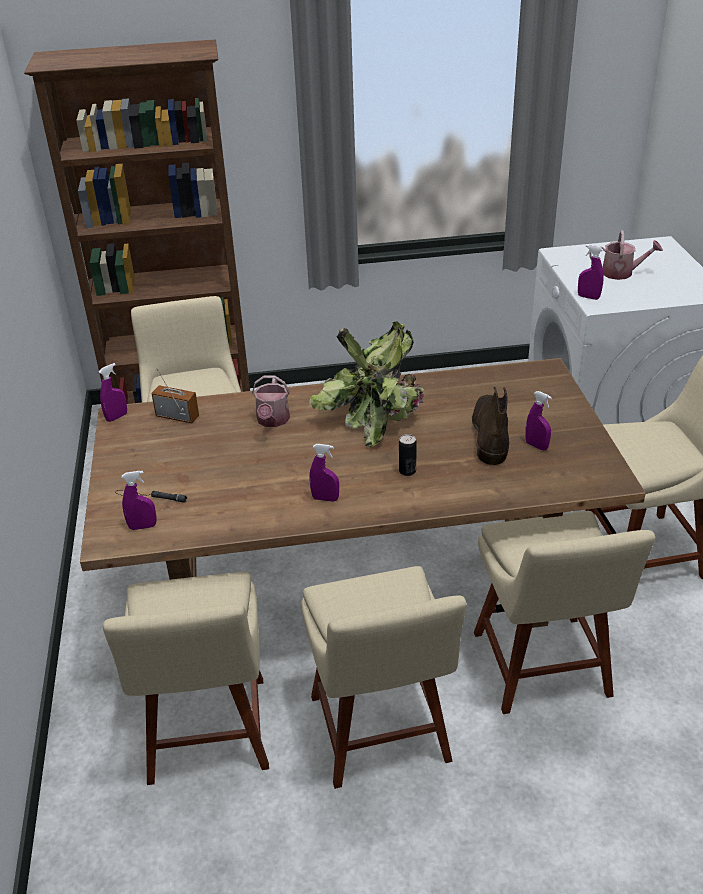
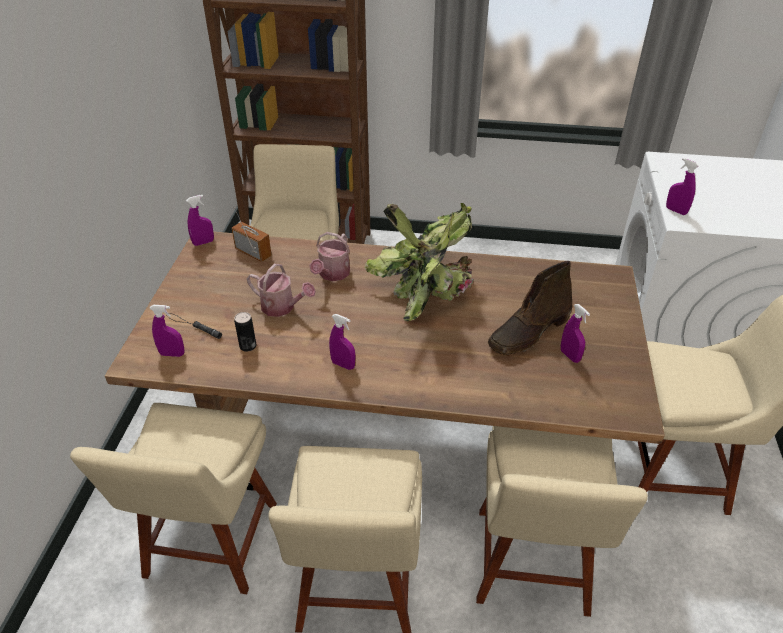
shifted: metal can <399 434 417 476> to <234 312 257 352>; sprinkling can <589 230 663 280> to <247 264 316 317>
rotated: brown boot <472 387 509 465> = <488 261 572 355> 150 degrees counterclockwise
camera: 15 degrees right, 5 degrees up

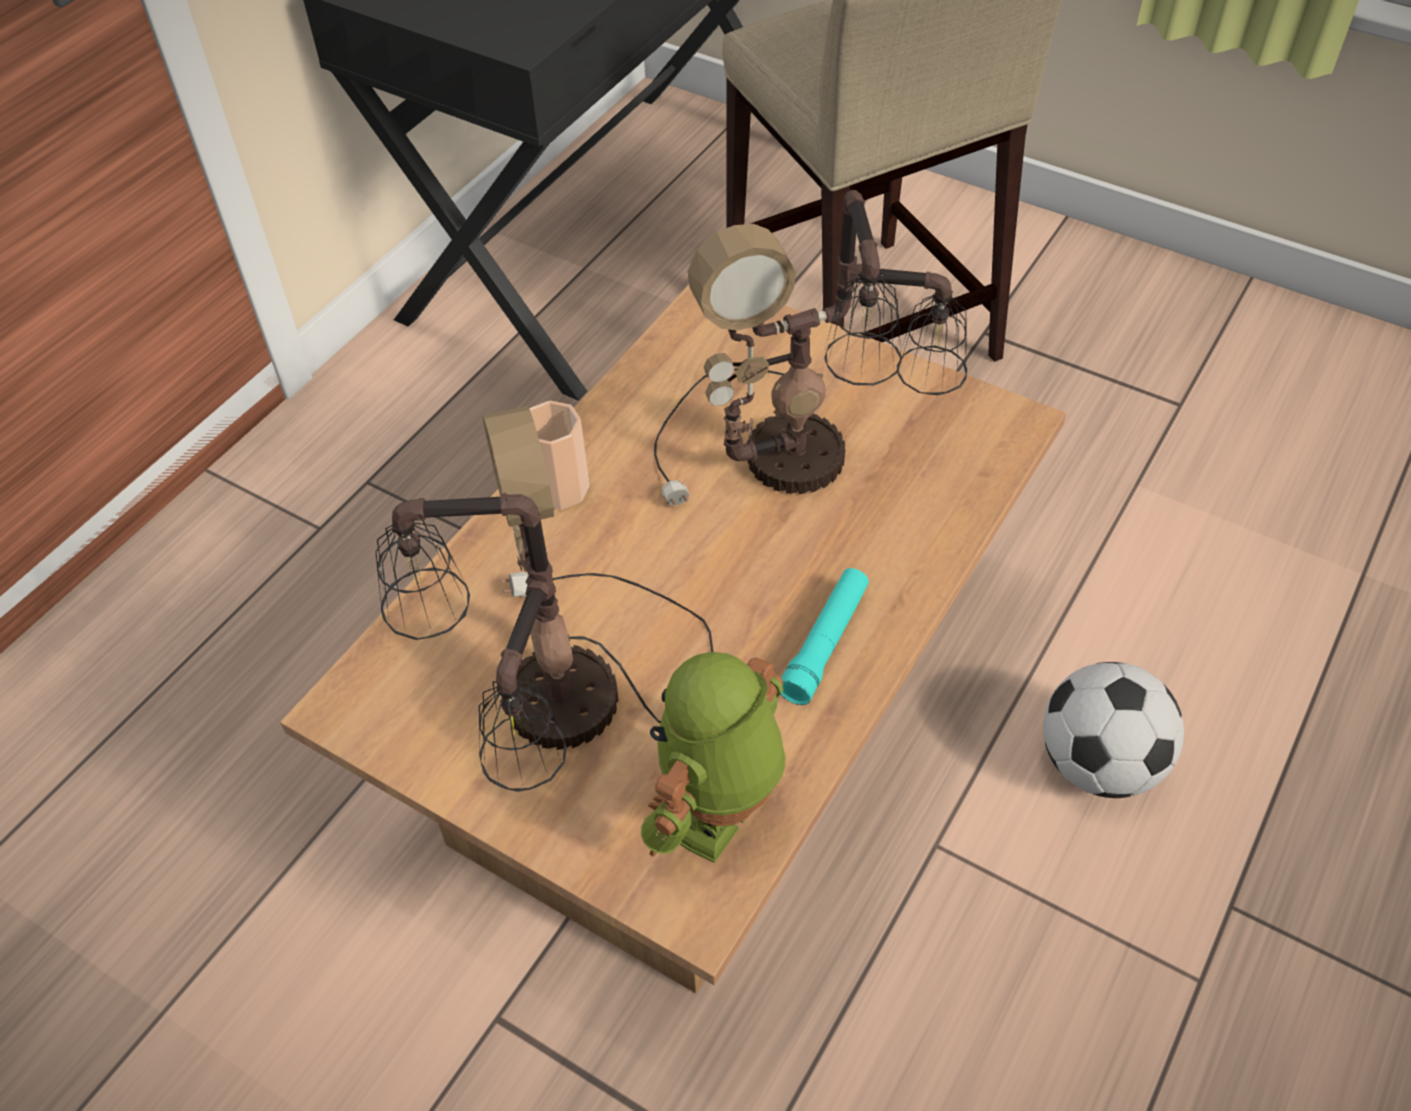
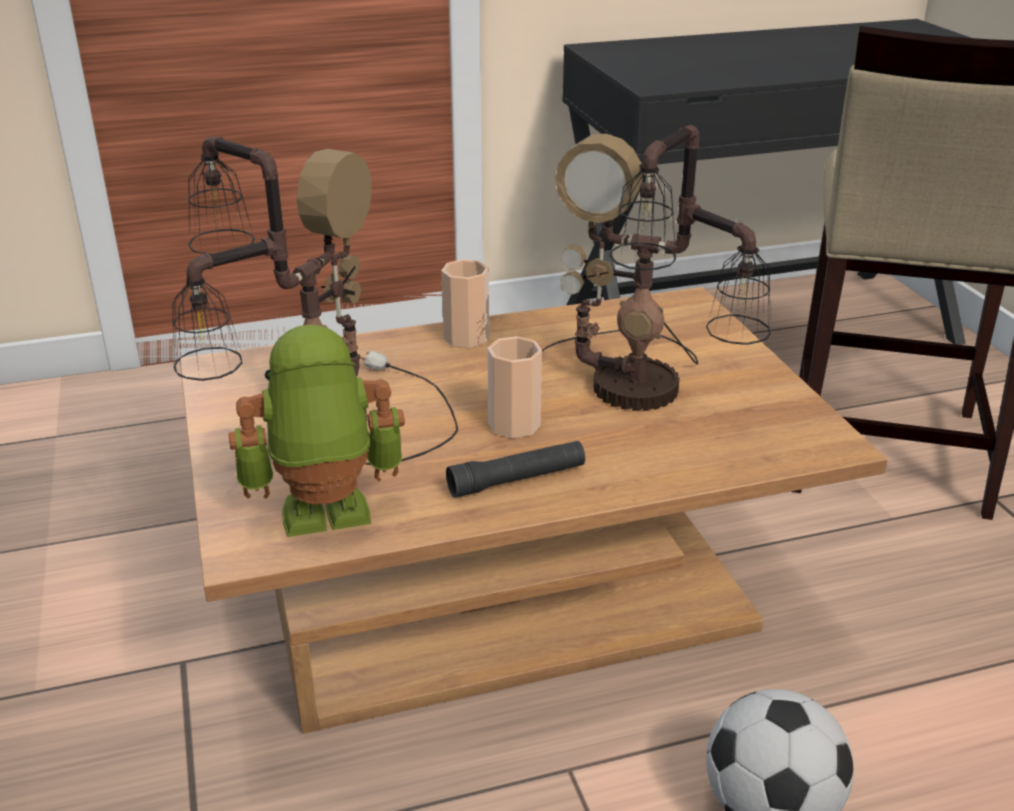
new: cup <488 336 542 438>
repainted: blue-green torch <780 568 869 705> to black torch <446 441 585 498>
camera: 40 degrees right, 20 degrees down

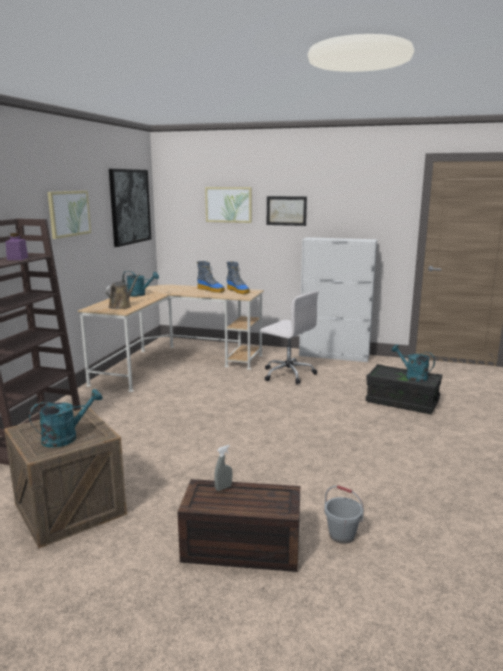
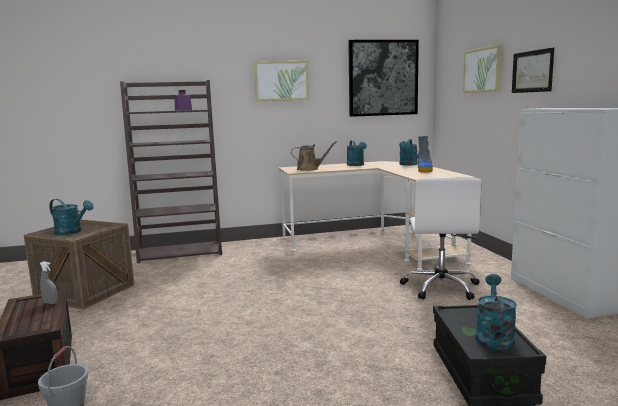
gone: boot <226 261 250 294>
new: blue-green sprinkling can <399 139 418 166>
camera: 60 degrees right, 5 degrees down

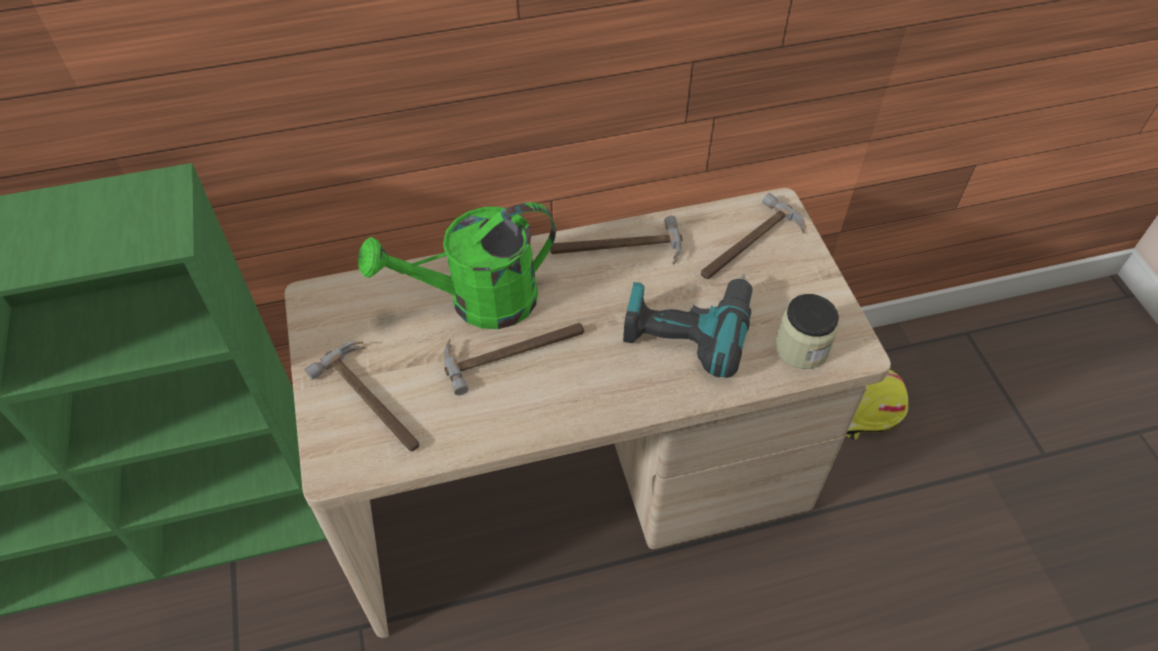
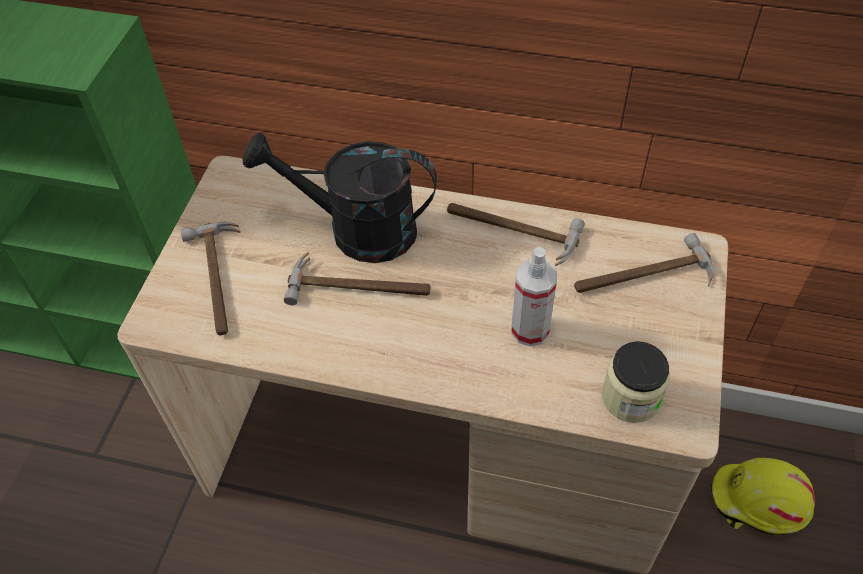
swapped: drill <623 274 753 378> to hand sprayer <511 247 557 346>
repainted: greenish sprinkling can <358 202 556 329> to black sprinkling can <242 133 437 263>
camera: 30 degrees right, 0 degrees up

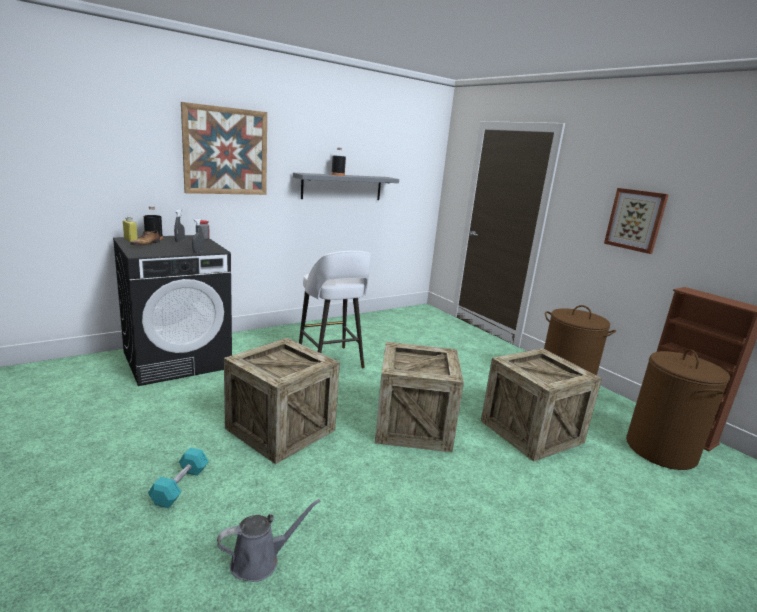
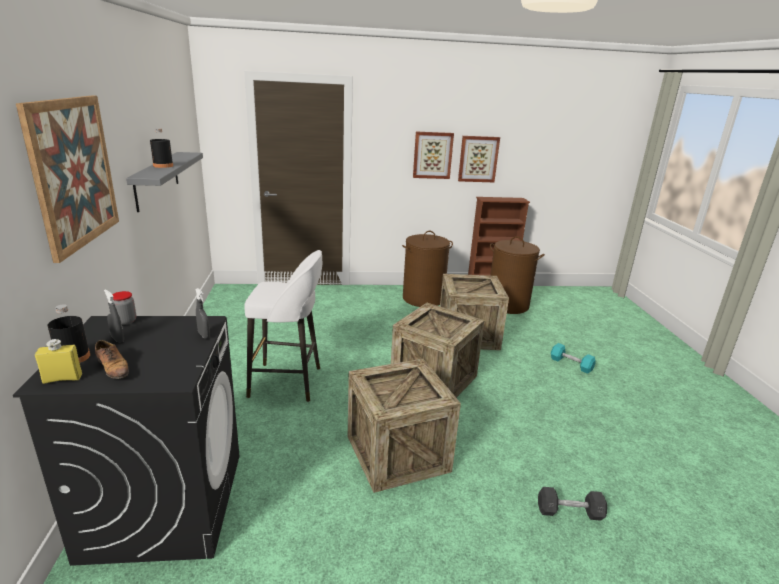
new: wall art <458 136 500 182>
shifted: blue-green hand weight <148 447 209 508> to <551 343 595 374>
swapped: gray sprinkling can <217 499 321 582> to gray hand weight <538 487 607 521>
camera: 60 degrees left, 5 degrees up

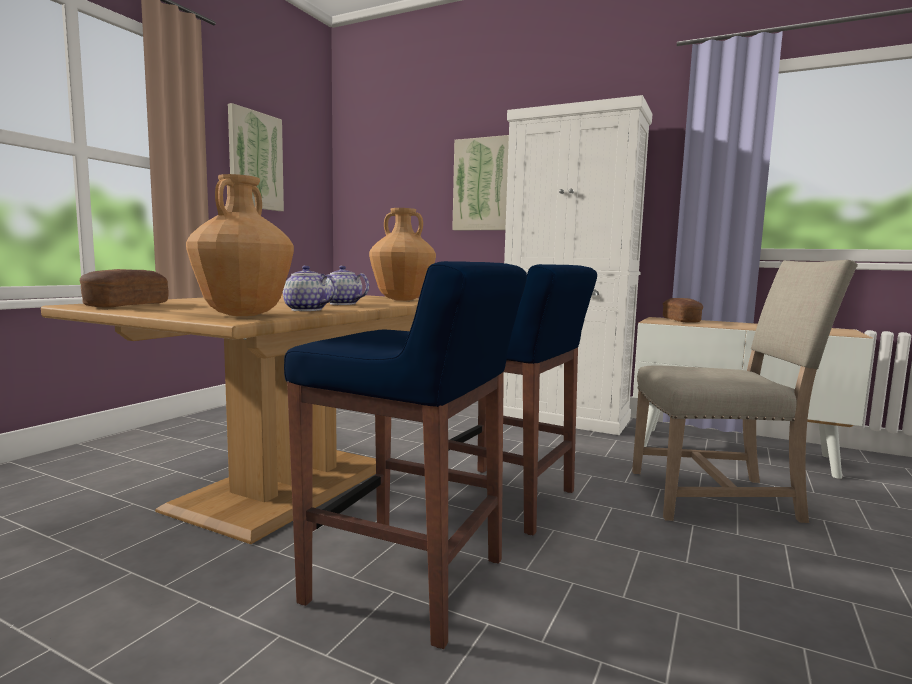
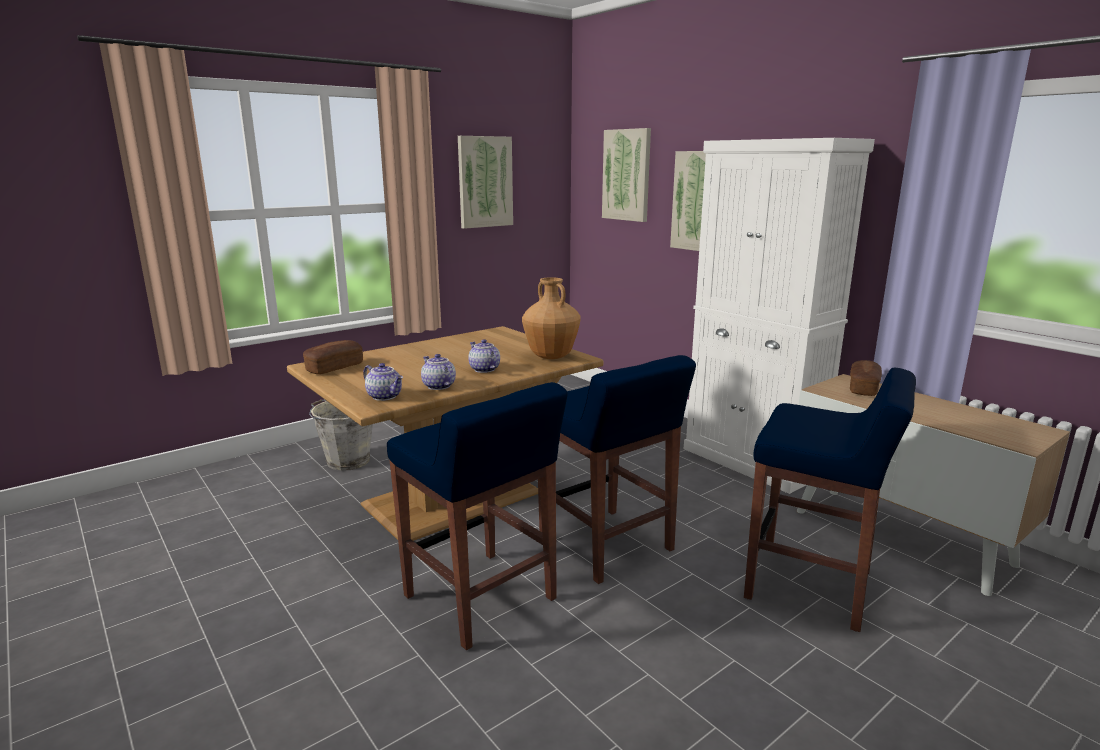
new: gray bucket <309 399 373 471>; wall art <602 128 651 222>
swapped: brown flower vase <186 174 294 316> to pot for tea <363 363 403 401>; sand-coloured plain chair <632 260 858 523> to blue stool seat <744 368 916 632>
camera: 25 degrees right, 10 degrees up

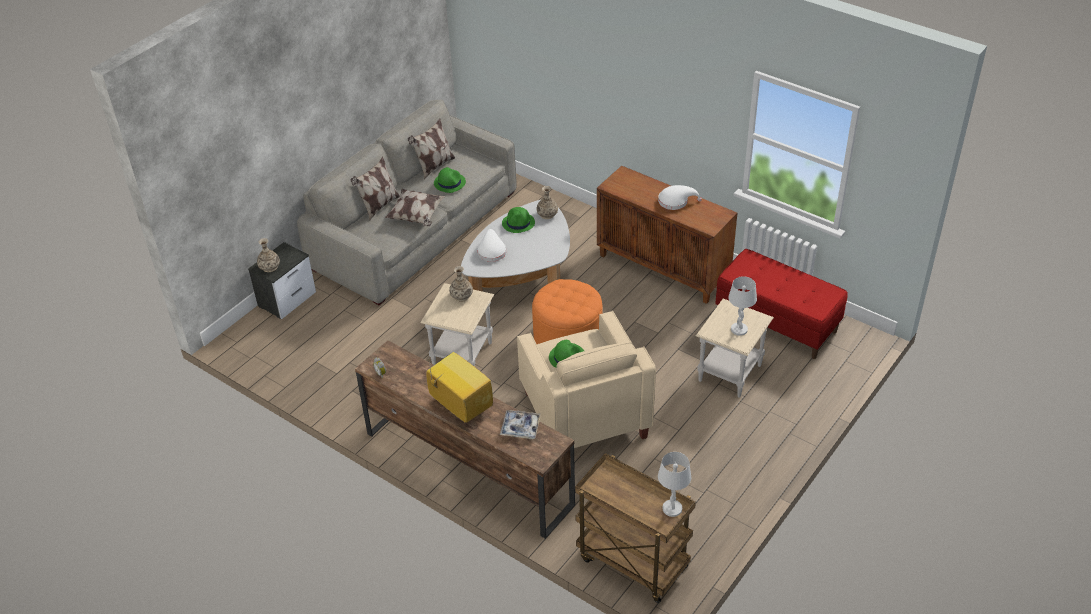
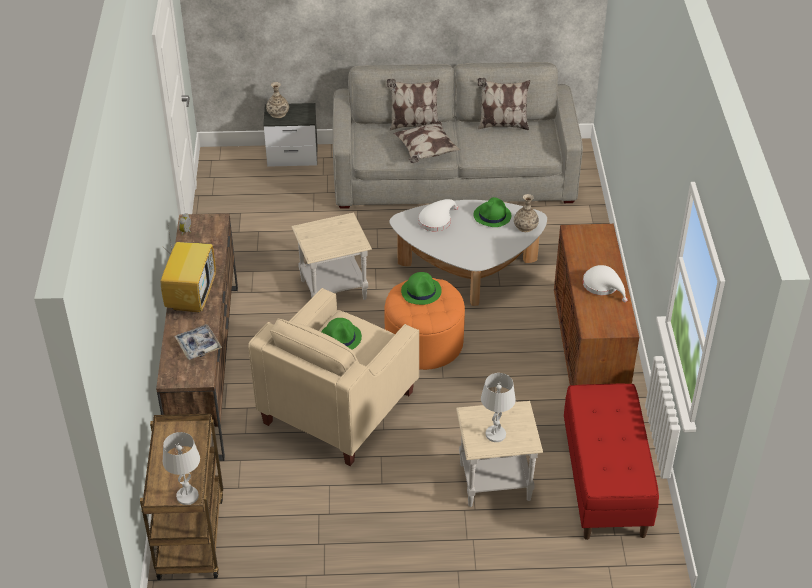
gone: flower vase <449 266 473 301>
shifted: greenish clothing hat <434 167 466 193> to <401 272 442 305>
camera: 50 degrees right, 0 degrees up

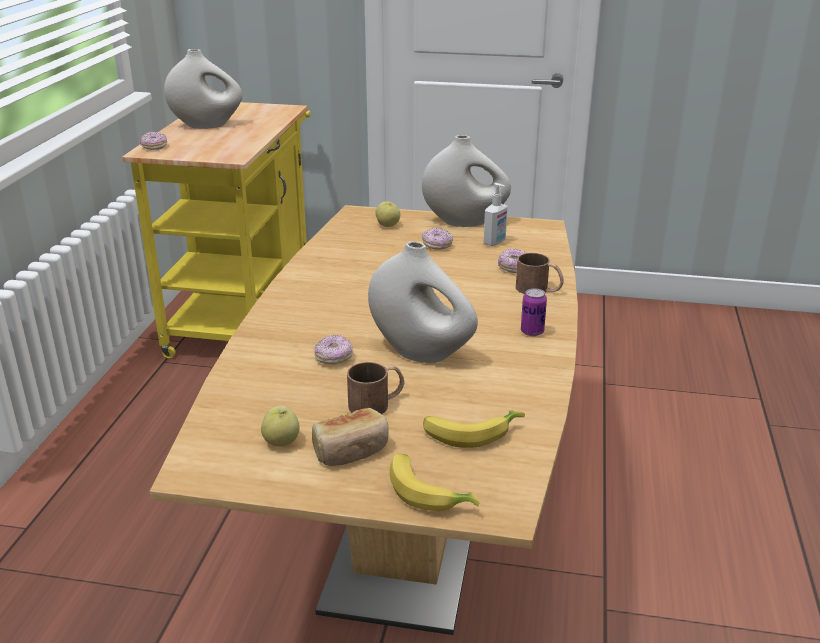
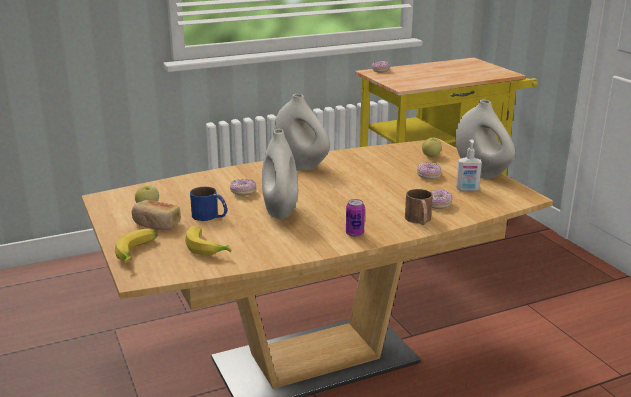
shifted: whitish flower vase <164 49 242 129> to <274 94 330 170>
repainted: brown coffee mug <347 362 404 414> to blue coffee mug <190 187 227 221>
camera: 55 degrees right, 5 degrees down

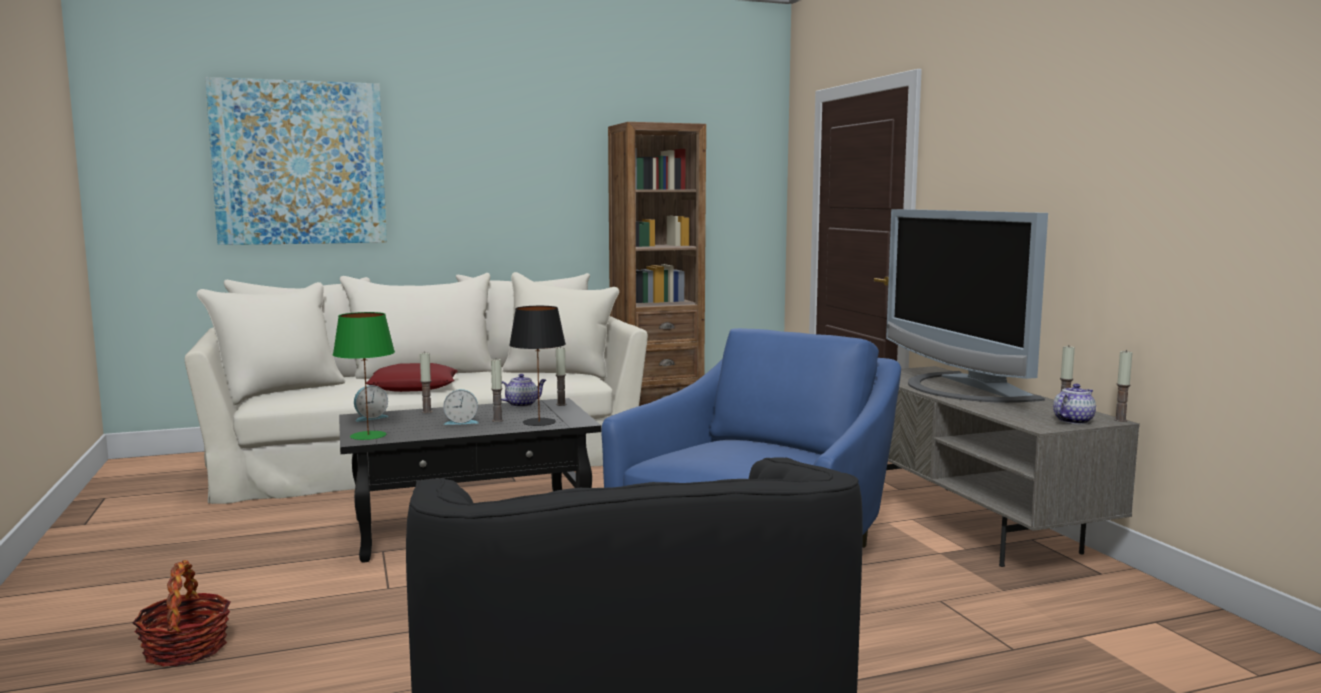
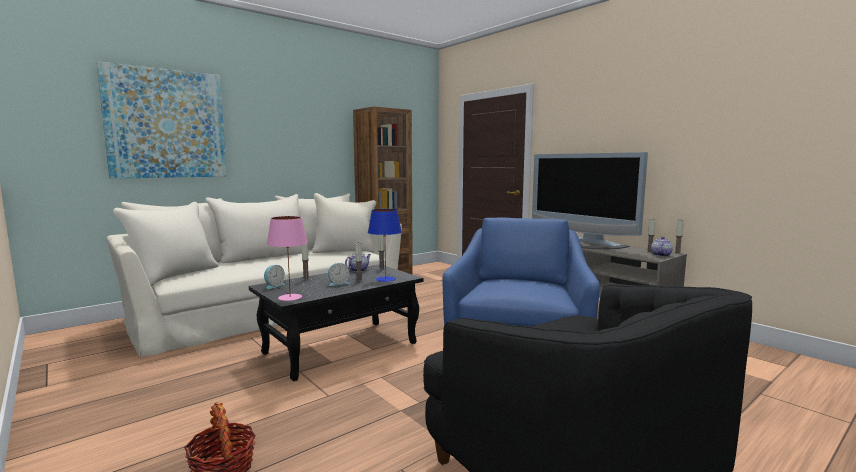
gone: red pillow <366 363 458 392>
repainted: greenish tabletop lamp <333 312 395 440> to pink-coloured tabletop lamp <267 216 308 301>; black tabletop lamp <509 306 566 426> to blue tabletop lamp <368 209 402 282>
camera: 20 degrees left, 0 degrees up

